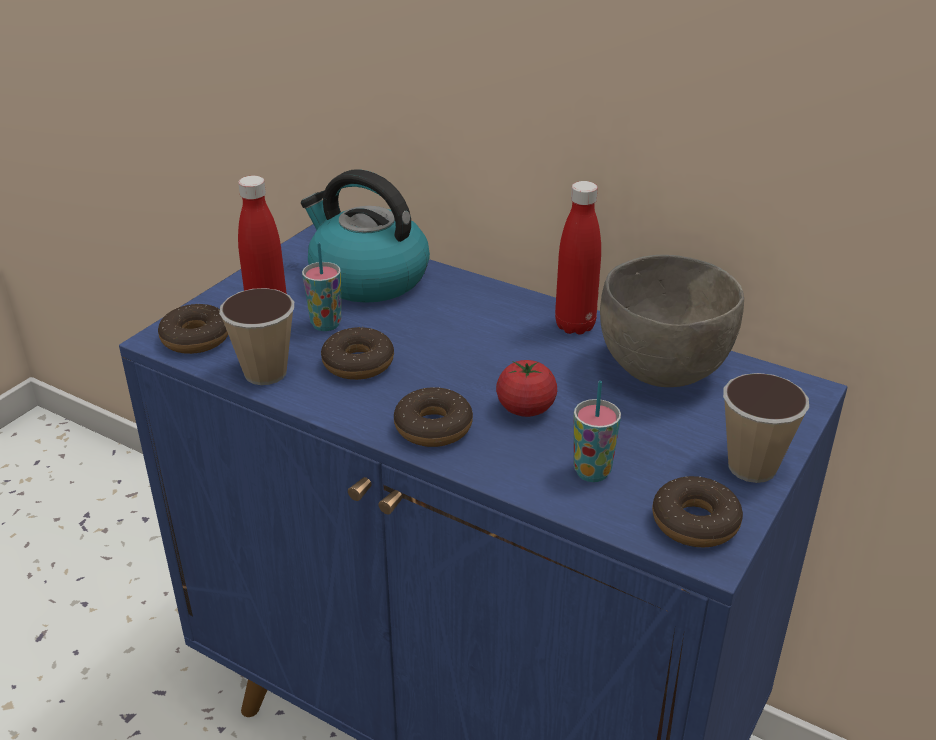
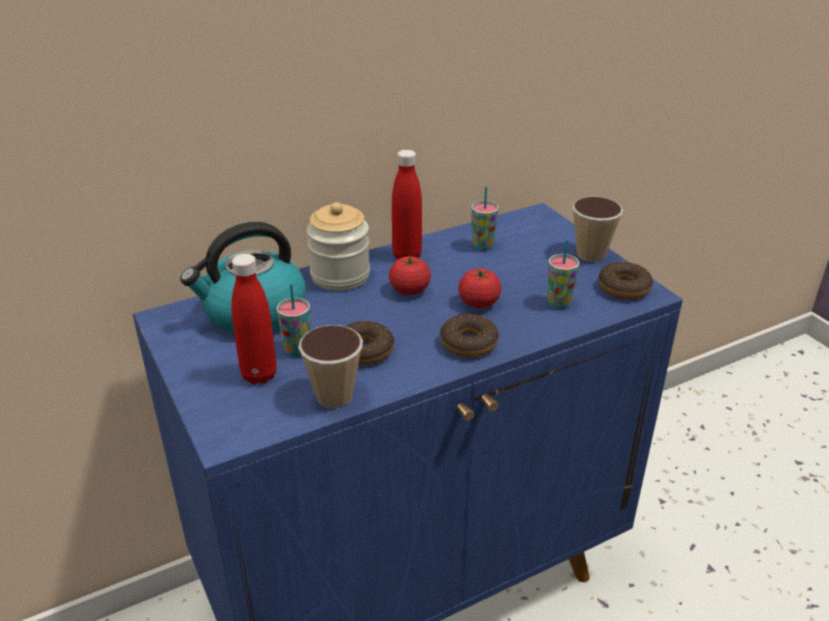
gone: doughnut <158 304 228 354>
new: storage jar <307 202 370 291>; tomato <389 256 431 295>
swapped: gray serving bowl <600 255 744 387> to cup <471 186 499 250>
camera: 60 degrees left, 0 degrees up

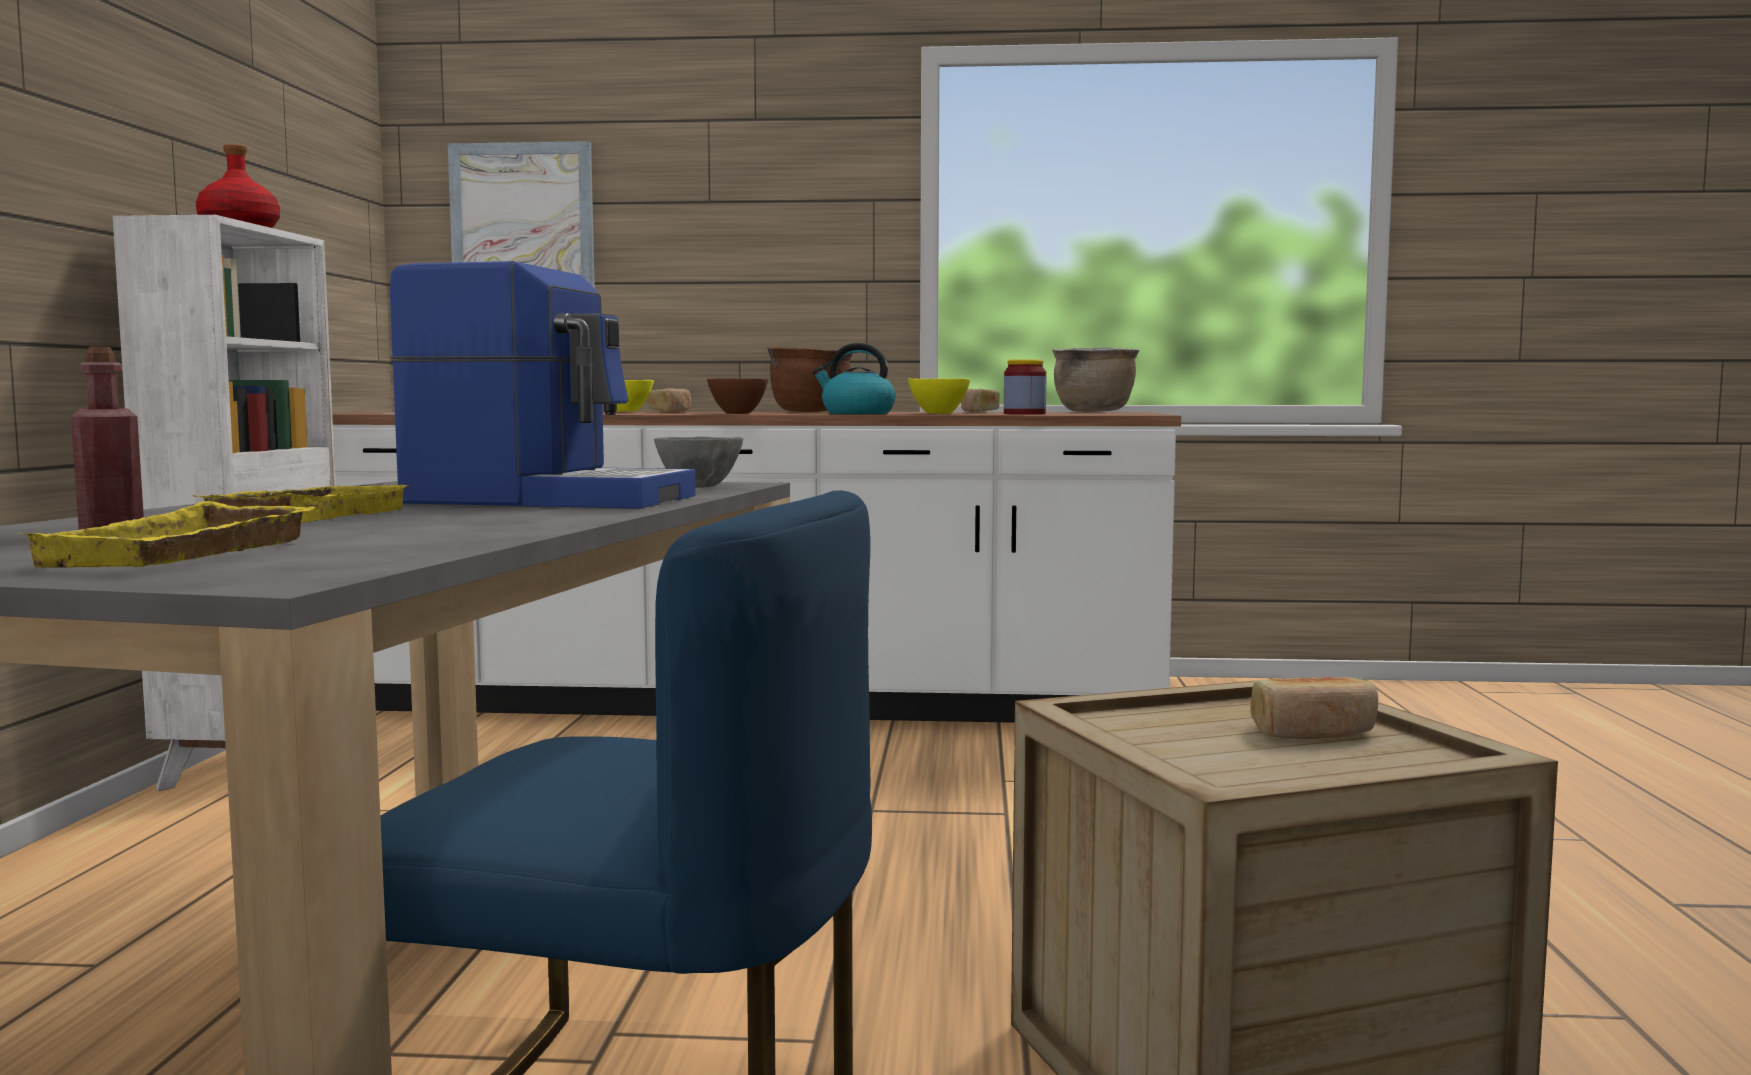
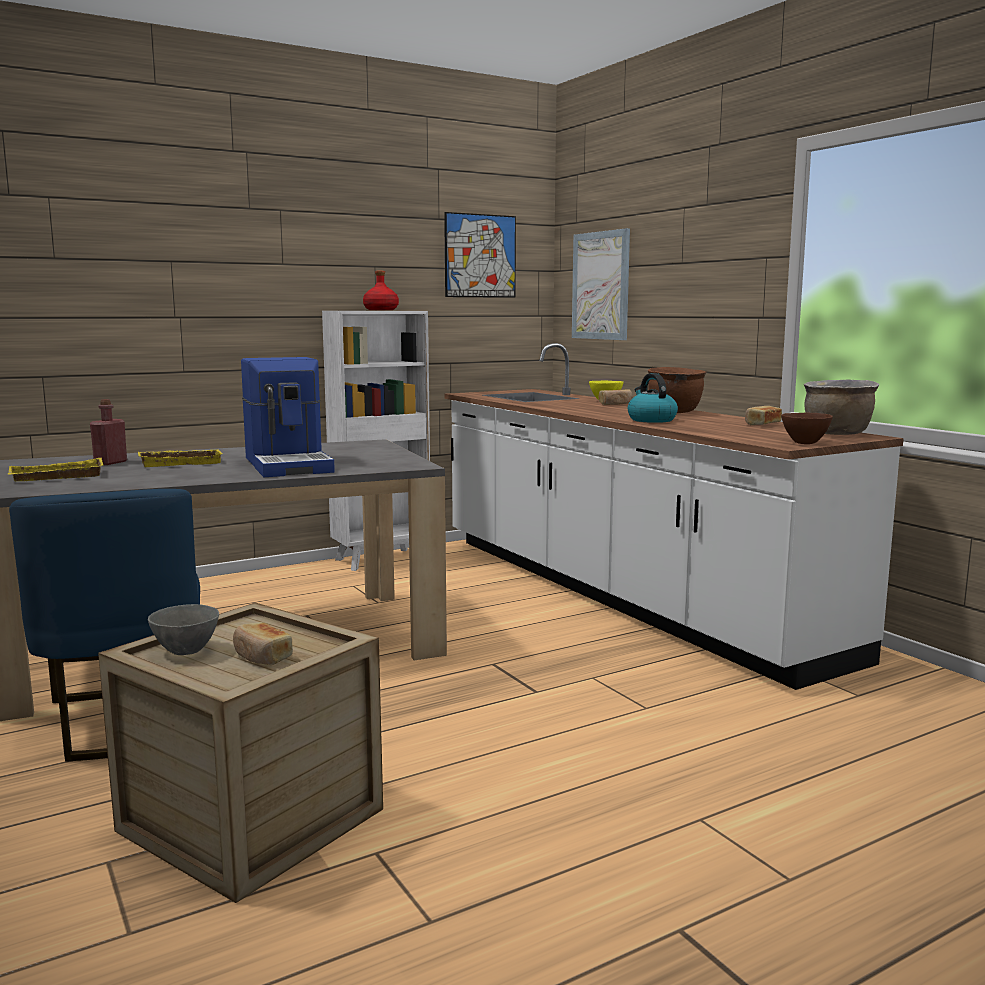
gone: yellow-coloured serving bowl <908 378 970 414>; storage jar <1004 359 1046 415>
new: wall art <444 212 516 298>
shifted: gray serving bowl <654 437 743 488> to <148 604 219 655>; brown serving bowl <707 378 768 414> to <781 413 833 444>
camera: 55 degrees right, 5 degrees up

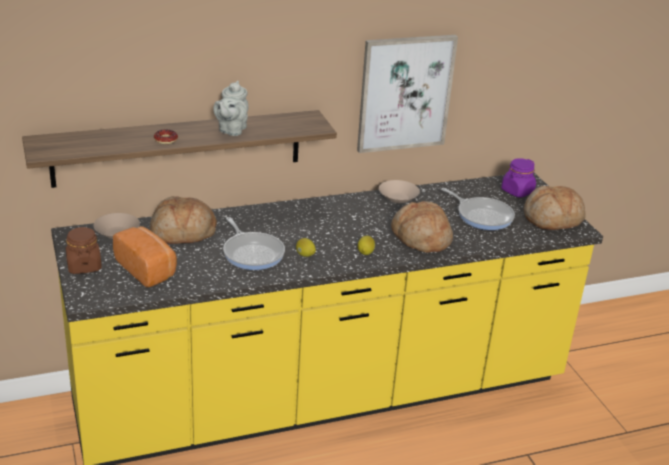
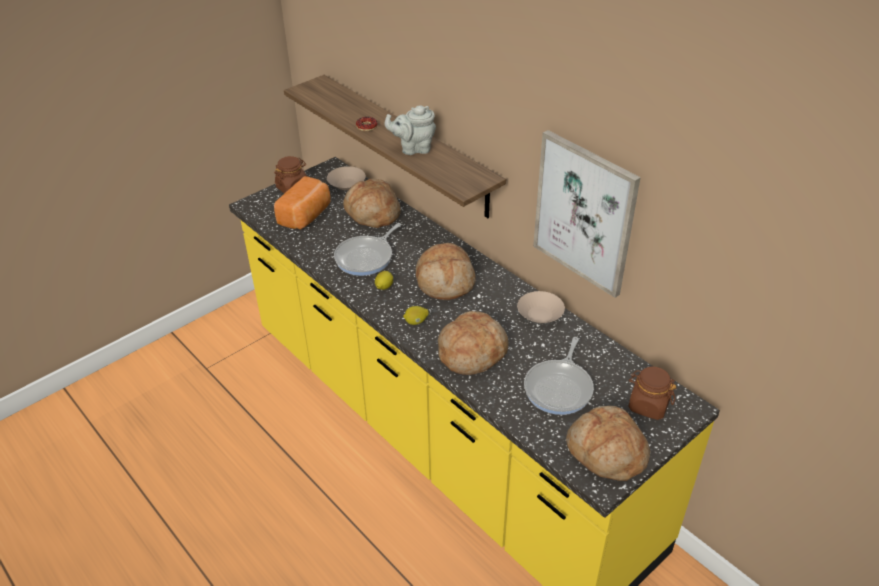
new: baked bread <416 243 476 300>
repainted: purple-coloured storage jar <501 158 536 197> to brown storage jar <629 367 676 420>
camera: 70 degrees right, 10 degrees up

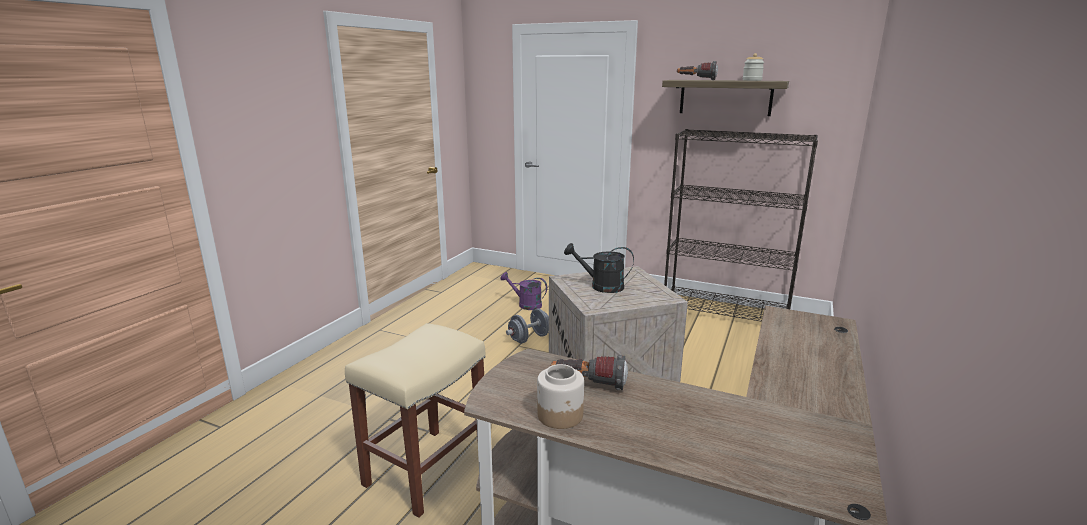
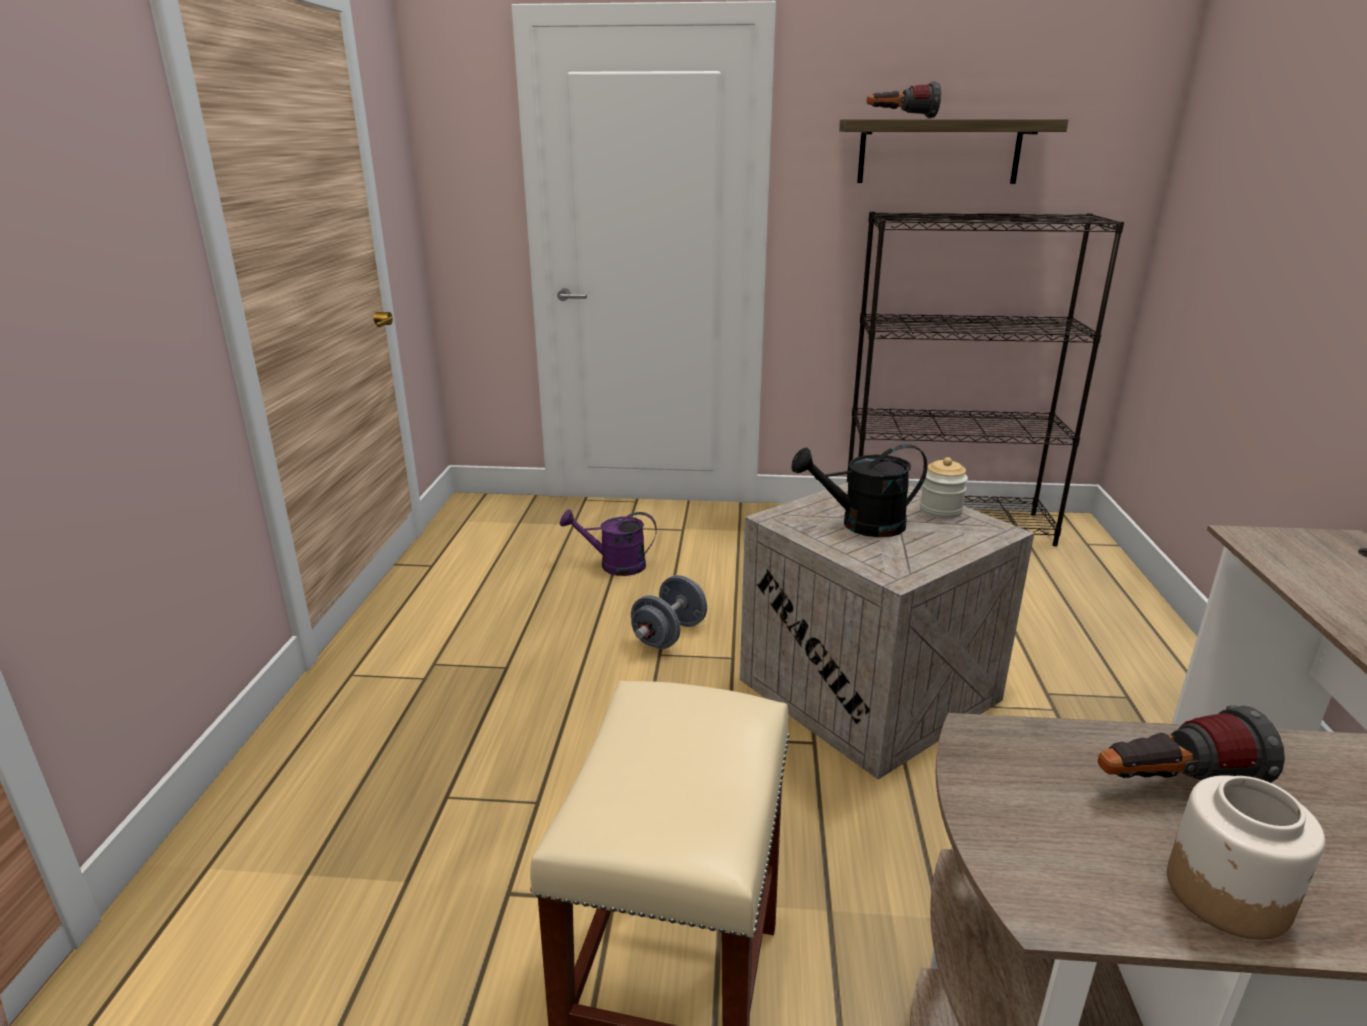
shifted: storage jar <743 53 764 81> to <920 457 968 519>
camera: 20 degrees left, 5 degrees up

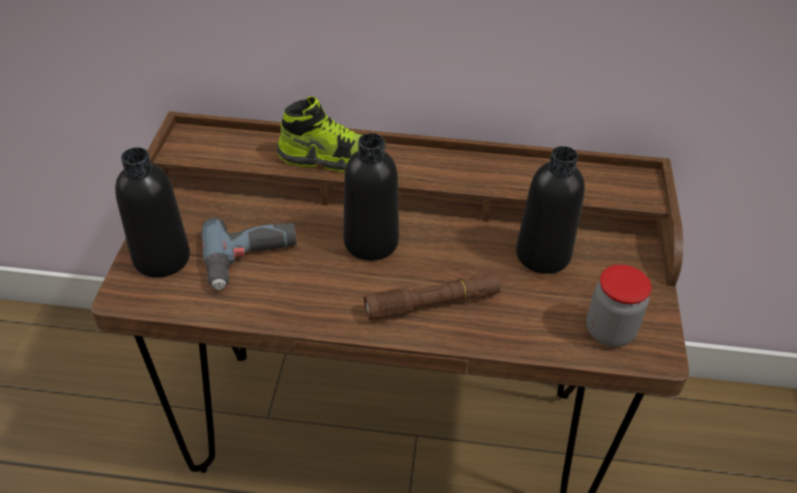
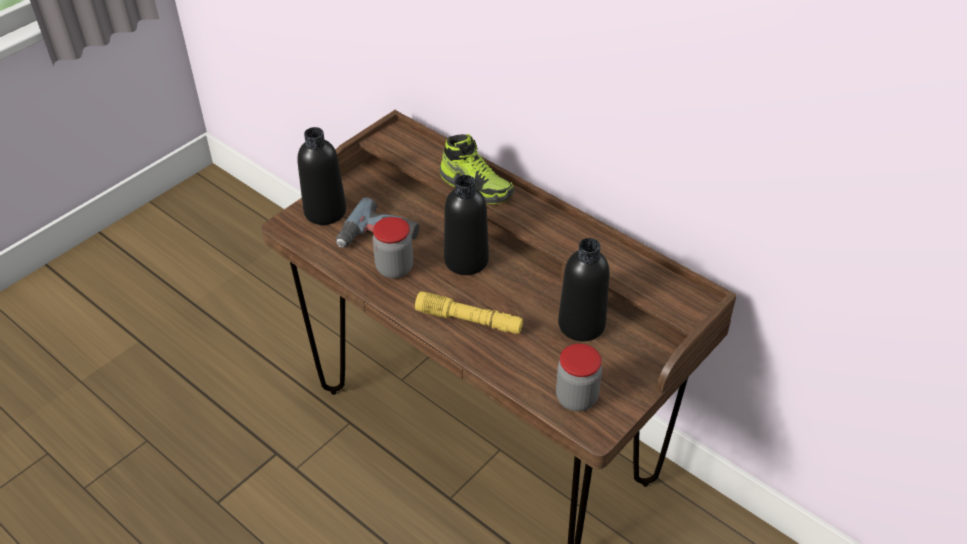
new: storage jar <372 217 413 279>
repainted: brown torch <364 274 500 320> to yellow-coloured torch <415 291 523 334>
camera: 35 degrees right, 0 degrees up

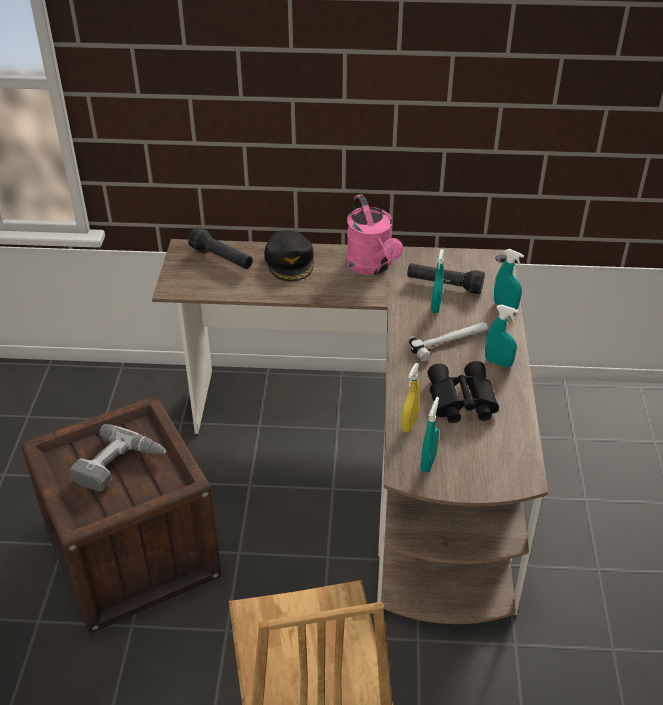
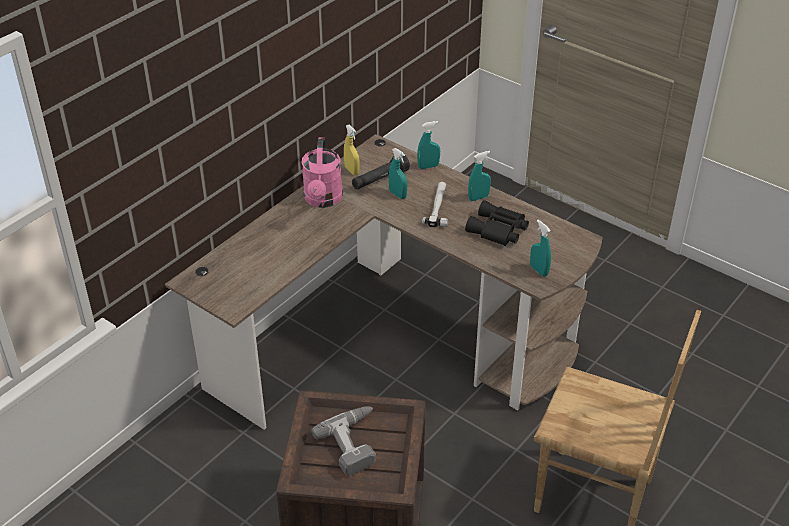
gone: black torch <188 227 253 269>; black peaked cap <264 230 314 282>
shifted: yellow-coloured hand sprayer <401 363 420 432> to <344 125 359 175>
rotated: pink-coloured sprinkling can <346 194 403 275> = <301 137 343 208> 75 degrees clockwise
camera: 55 degrees left, 0 degrees up

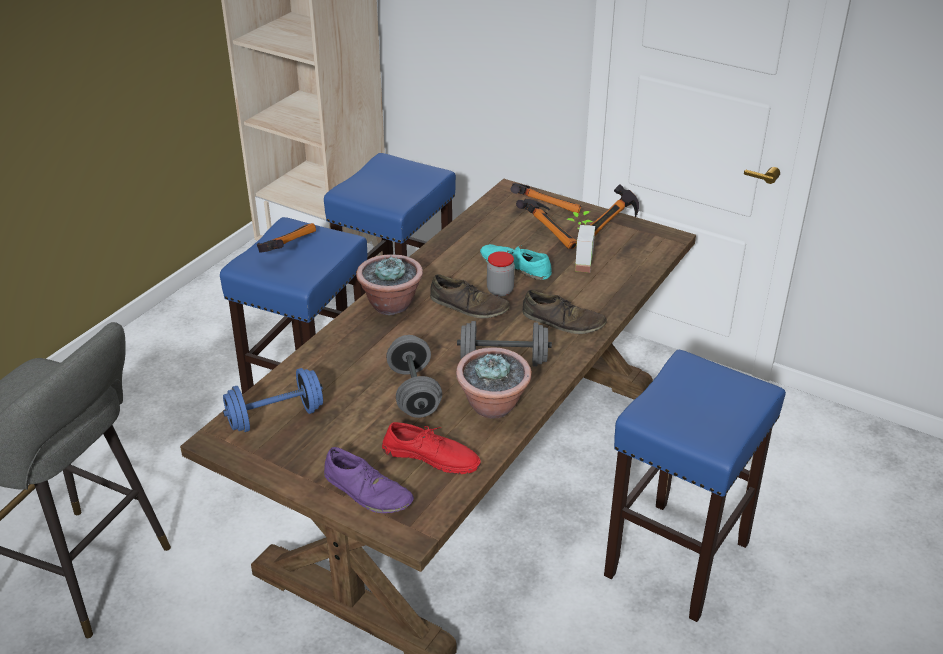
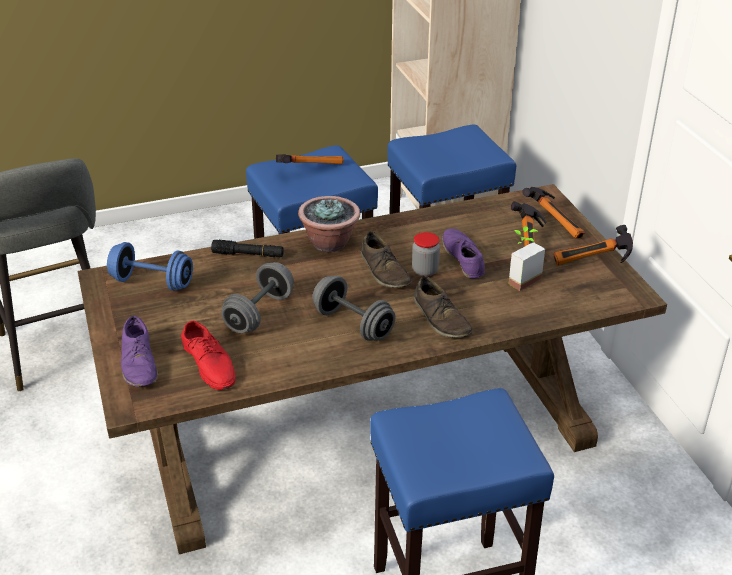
gone: plant in a pot <456 347 532 419>
new: black torch <211 240 284 257>
repainted: blue-green item of footwear <480 244 552 280> to purple-coloured item of footwear <442 229 485 279>
camera: 40 degrees right, 0 degrees up

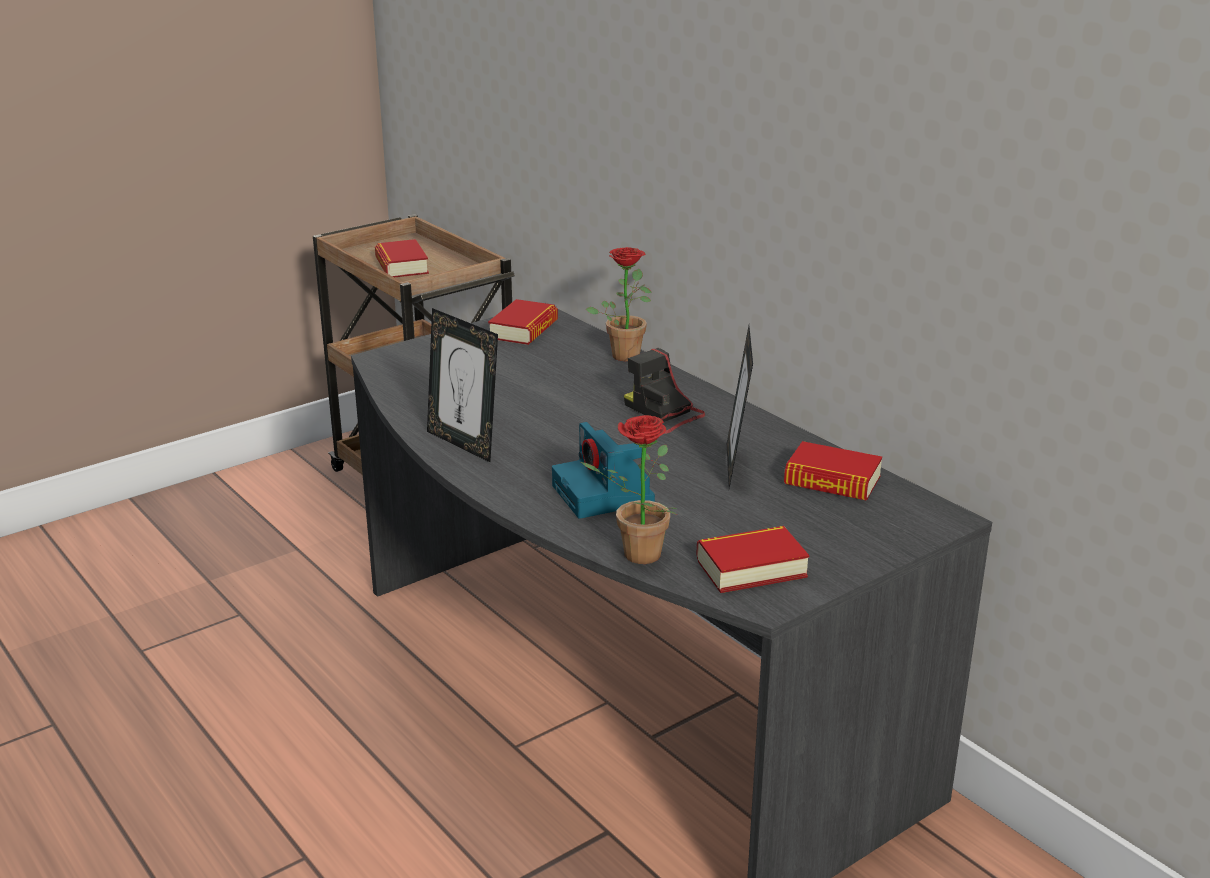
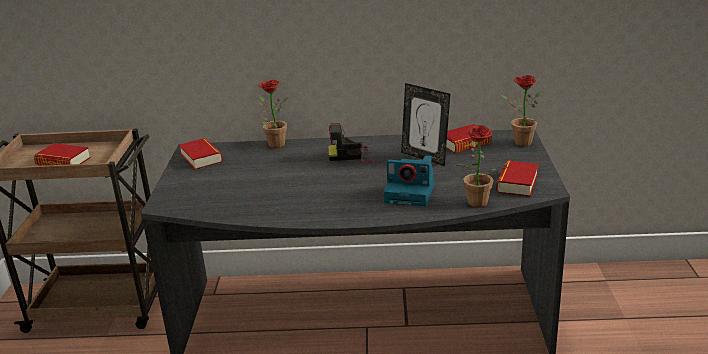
gone: picture frame <427 308 498 462>
new: plant in a pot <499 75 541 147>
camera: 50 degrees left, 0 degrees up

